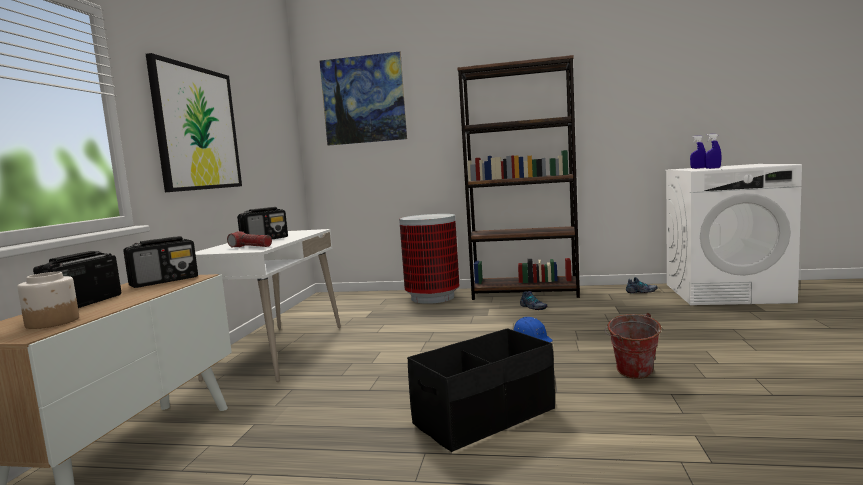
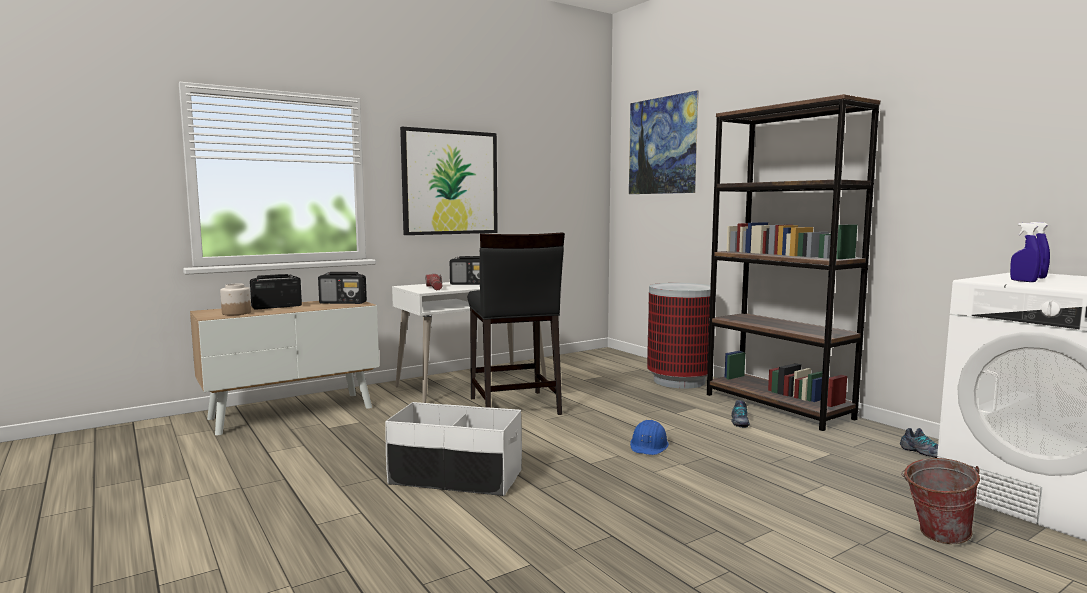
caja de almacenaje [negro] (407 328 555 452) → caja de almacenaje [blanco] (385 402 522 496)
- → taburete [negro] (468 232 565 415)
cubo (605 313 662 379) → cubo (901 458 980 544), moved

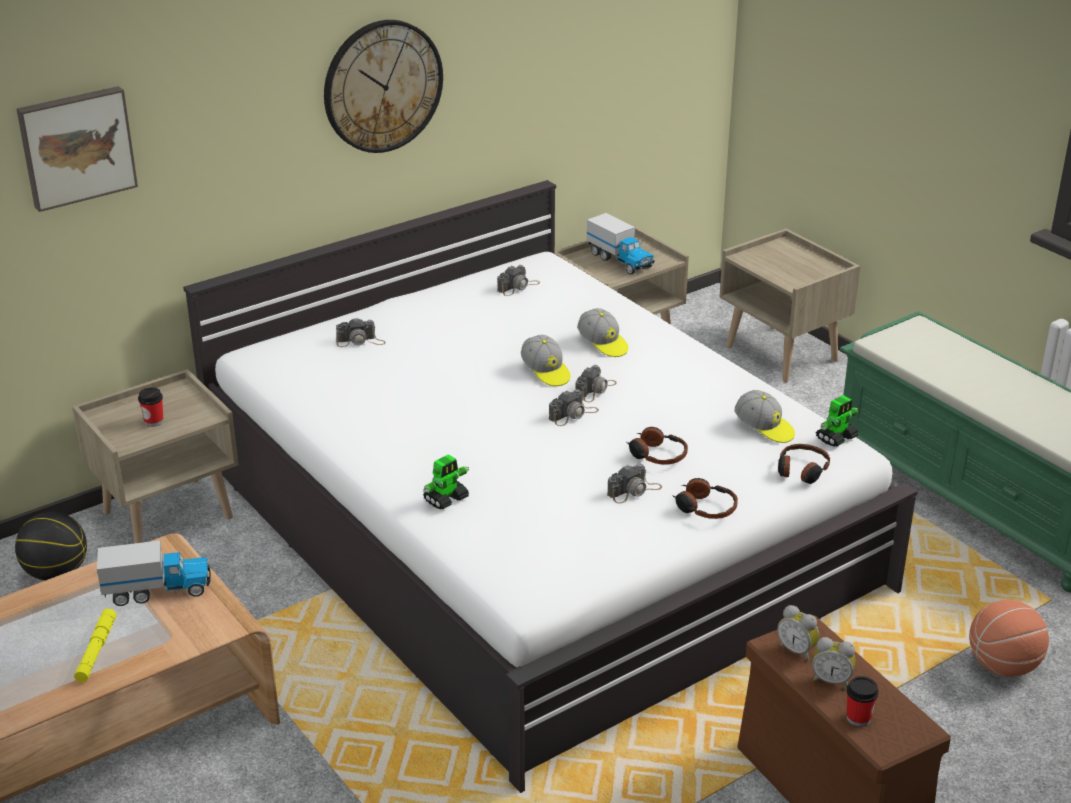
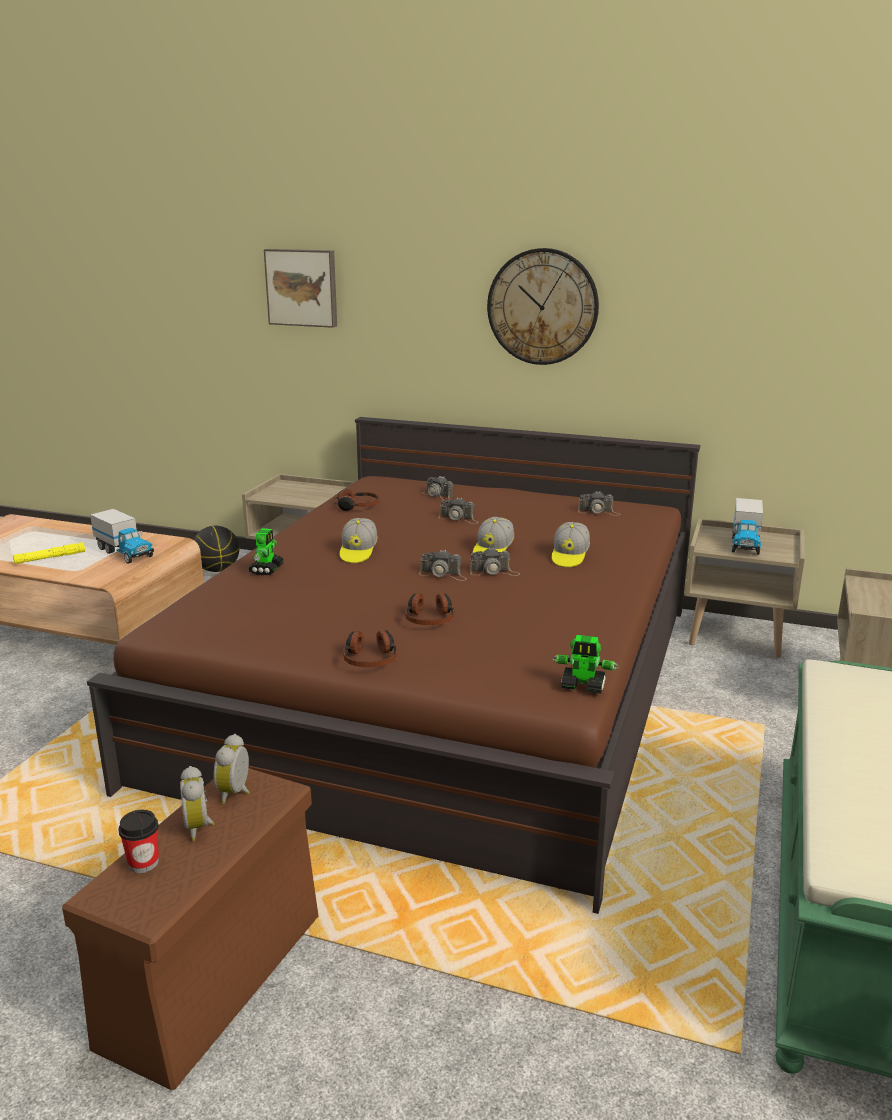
cama [blanco] (183 180 918 793) → cama [marrón] (87 417 700 914)
robot de juguete (423 454 469 510) → robot de juguete (249 528 284 575), 90 degrees counterclockwise
auriculares (778 444 830 484) → auriculares (335 490 379 511), moved
gorra (735 390 795 443) → gorra (340 518 378 563), moved
cámara (607 464 662 503) → cámara (438 497 478 524), moved
taza (138 387 163 427) → -
balón de baloncesto (969 600 1049 677) → -

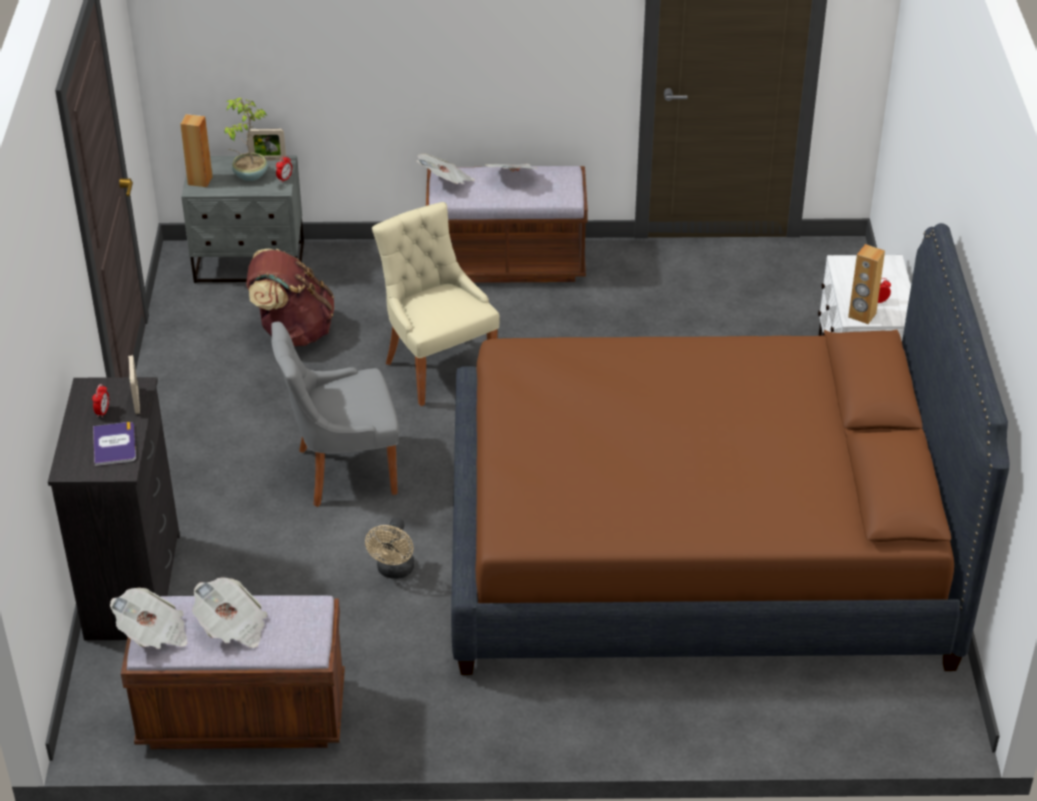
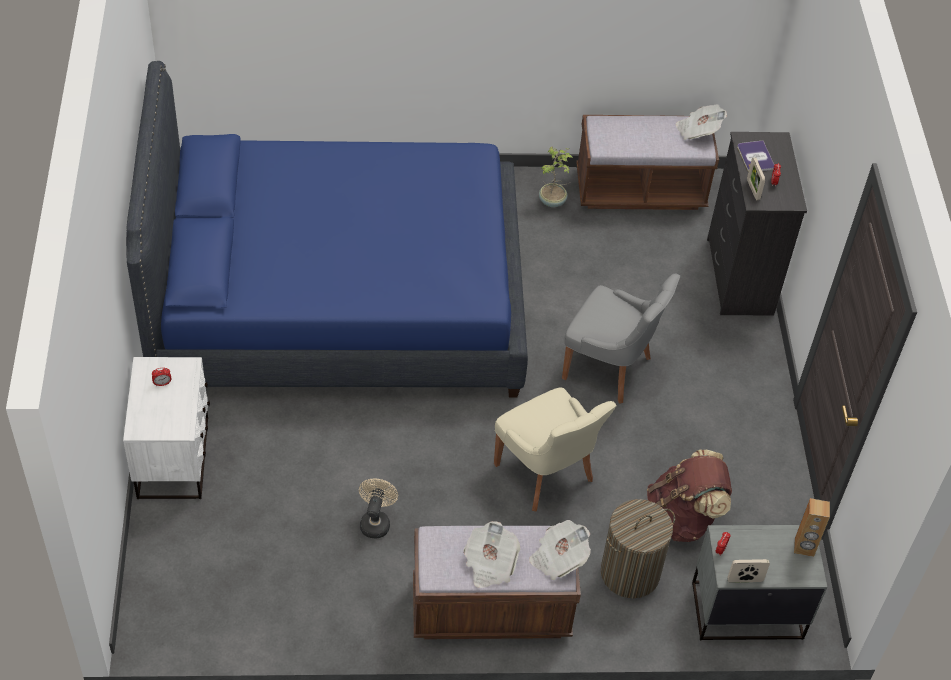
cama [marrón] (451 223 1010 675) → cama [azul] (126 61 528 397)
ventilador [beis] (365 518 414 579) → ventilador [beis] (359 479 398 538), moved
planta en maceta (224 98 268 181) → planta en maceta (539 147 573 207), moved
silla [gris] (271 322 399 507) → silla [gris] (562 273 680 404), 45 degrees clockwise
- → cesto de la ropa (601 499 675 598)
periódico (192 578 267 648) → -
altavoz [marrón] (848 244 885 324) → -

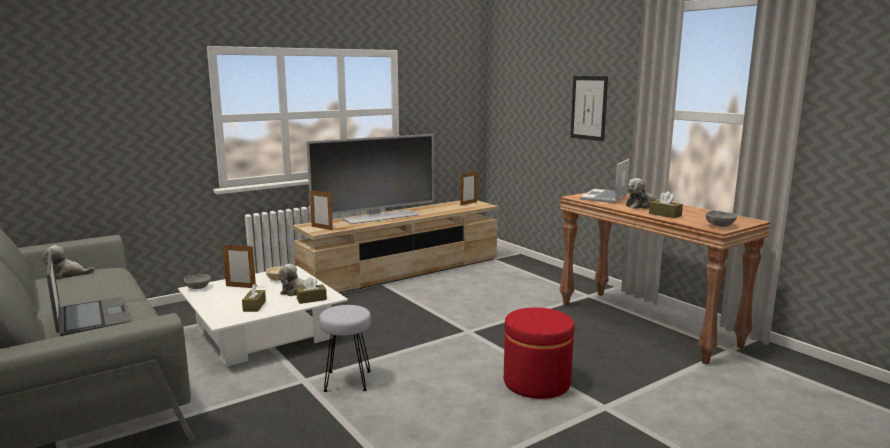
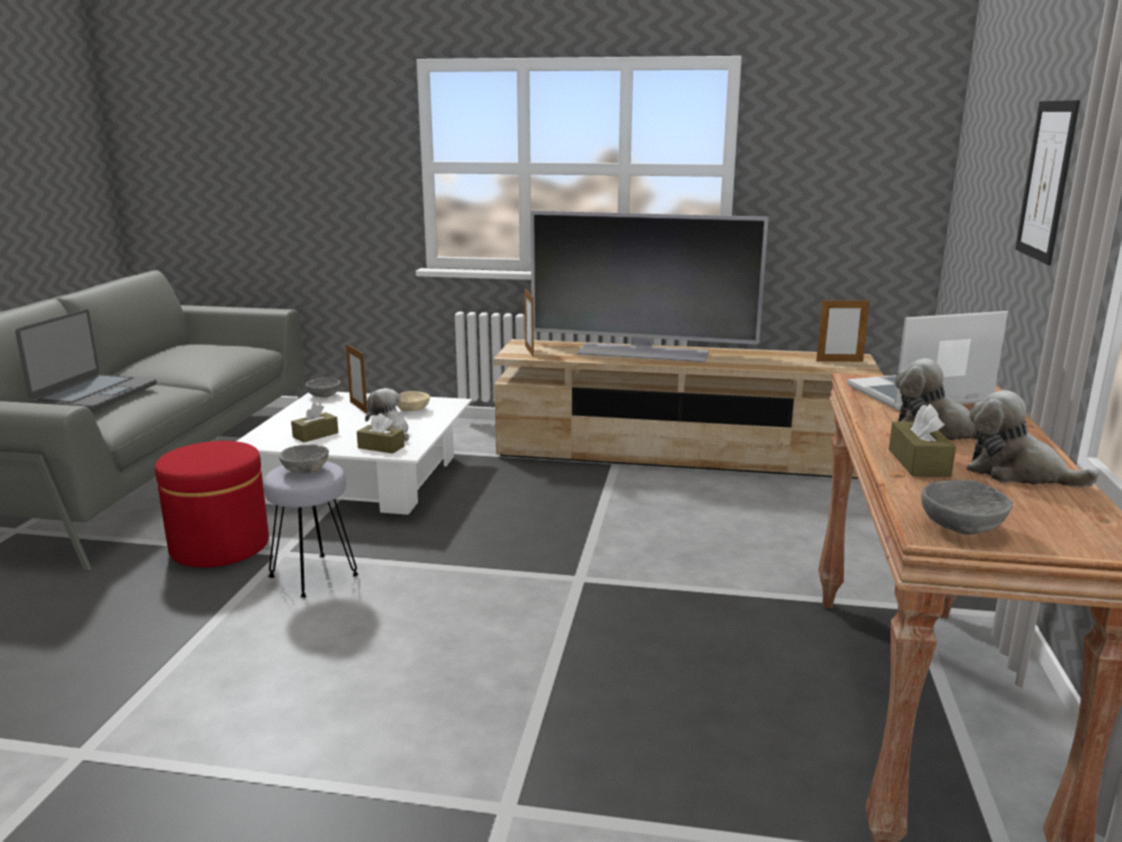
puf [rojo] (504 308 574 399) → puf [rojo] (155 441 269 568), moved
- → cuenco [gris] (279 444 329 474)
peluche (42 245 95 279) → peluche (967 390 1100 487), moved

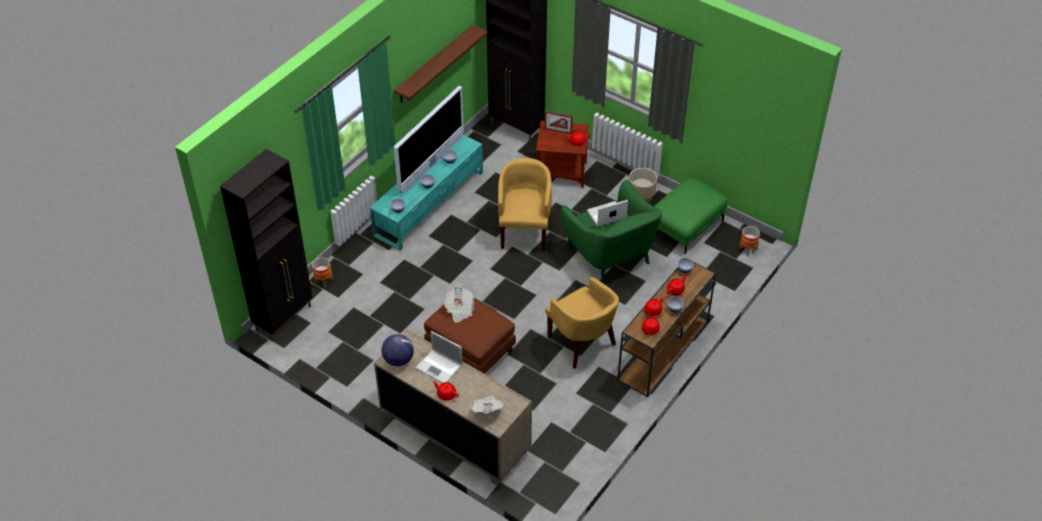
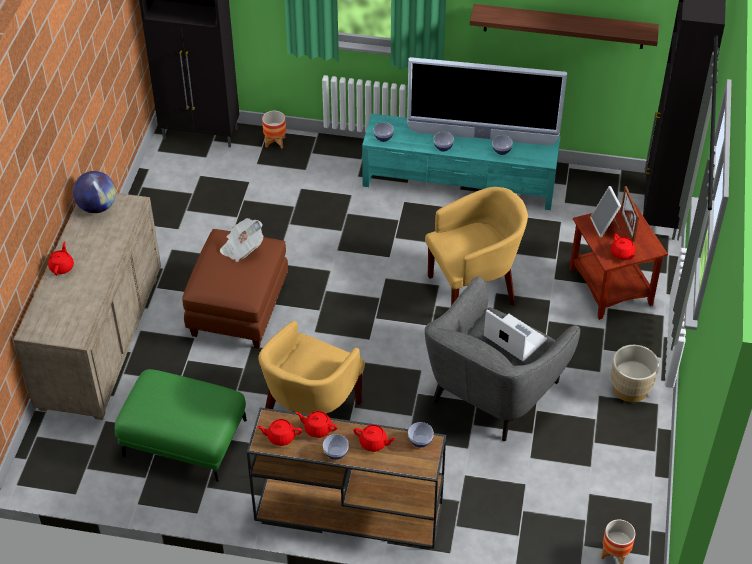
puf [verde] (654 177 728 254) → puf [verde] (115 369 247 482), moved
sillón [verde] (560 180 662 283) → sillón [gris] (425 276 581 441)
- → portarretratos (590 186 621 237)
portátil (416 331 462 383) → -
periódico (470 396 504 414) → -

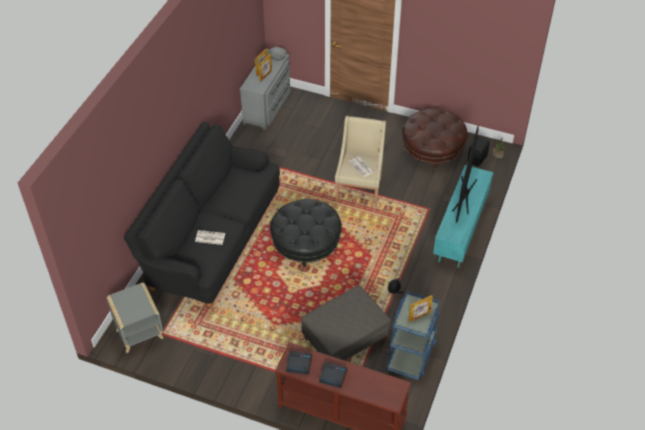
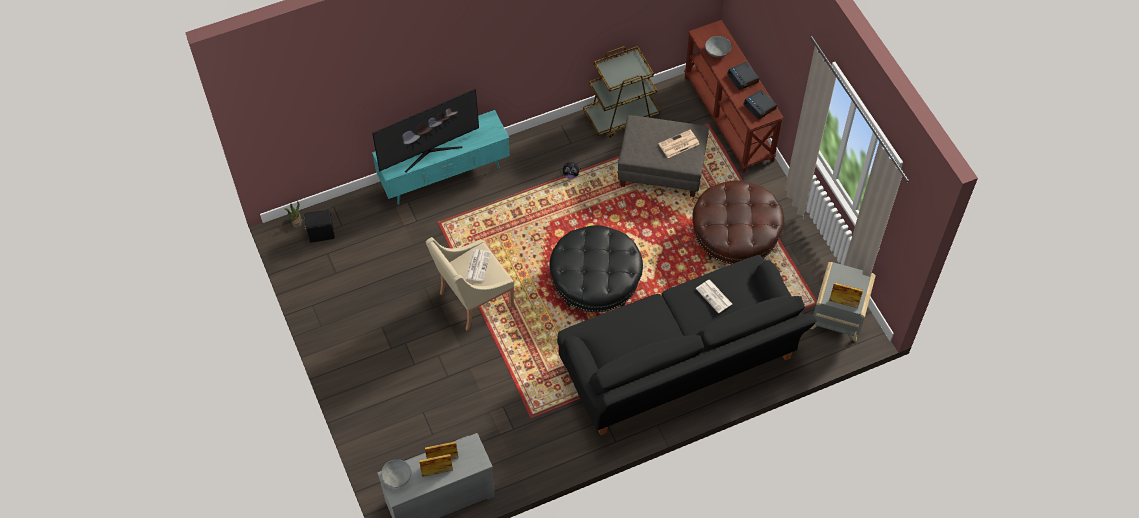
carrito [azul] (387 291 440 380) → carrito [marrón] (583 46 660 138)
- → periódico (658 130 699 158)
puf [marrón] (402 108 468 171) → puf [marrón] (692 180 784 264), moved
- → cuenco [gris] (705 36 732 58)
portarretratos (408 295 433 322) → portarretratos (829 282 863 308), moved

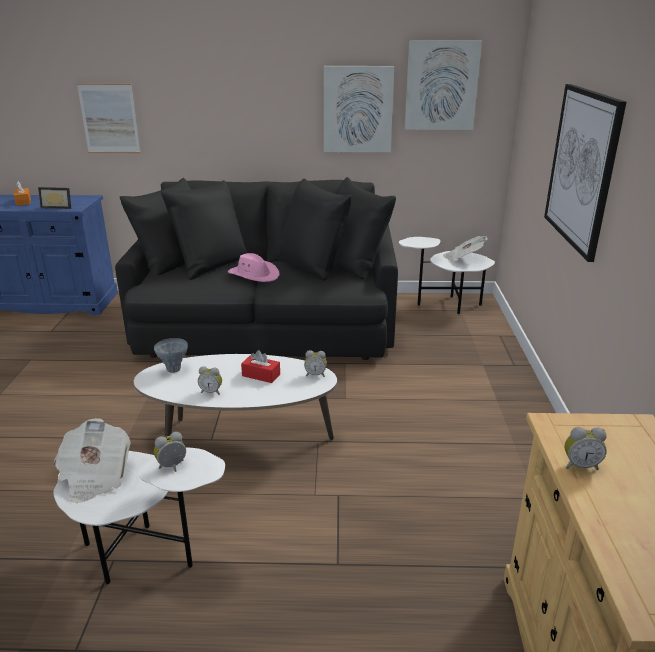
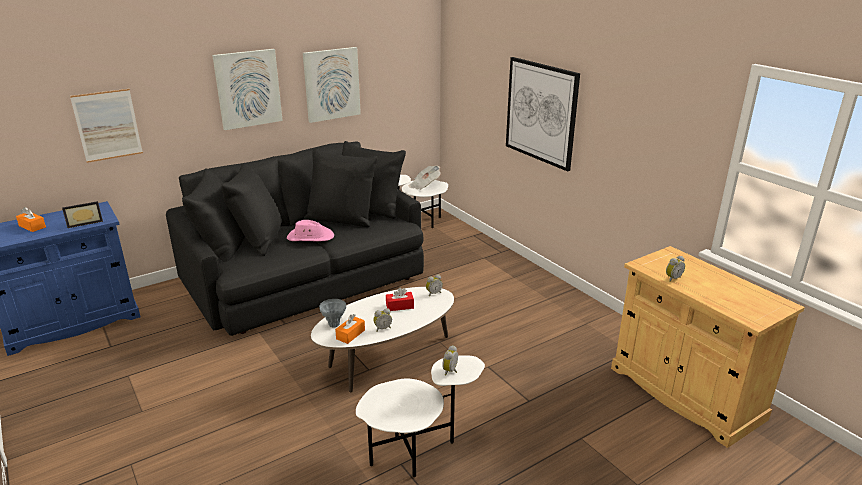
cuadro (404 40 482 130) → cuadro (212 49 283 130), moved
- → caja de pañuelos [naranja] (335 314 365 344)
periódico (54 418 131 503) → -

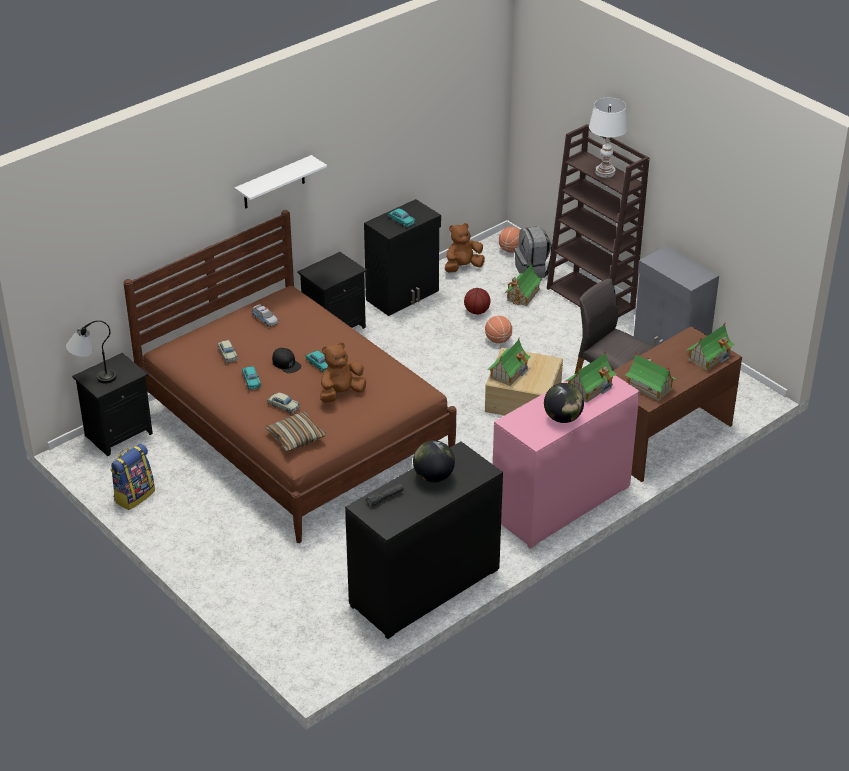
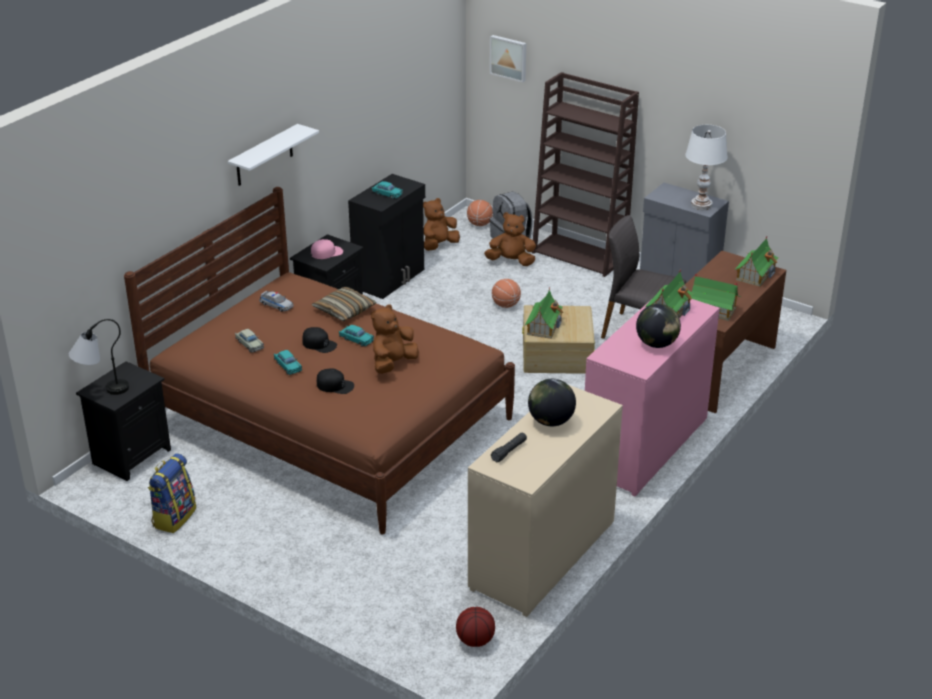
- → gorra [rosa] (311 239 343 259)
cojín (266 411 326 451) → cojín (312 287 376 321), moved
coche de juguete [beis] (267 392 300 414) → gorra [negro] (317 368 354 394)
balón de baloncesto (464 288 491 314) → balón de baloncesto (456 607 495 647), moved
cómoda [negro] (345 442 503 639) → cómoda [beis] (468 385 623 617)
casita (505 262 542 306) → peluche [marrón] (484 212 536 266)
- → cuadro (490 35 526 82)
lámpara de mesa [blanco] (589 98 628 178) → lámpara de mesa [blanco] (685 125 728 210), moved

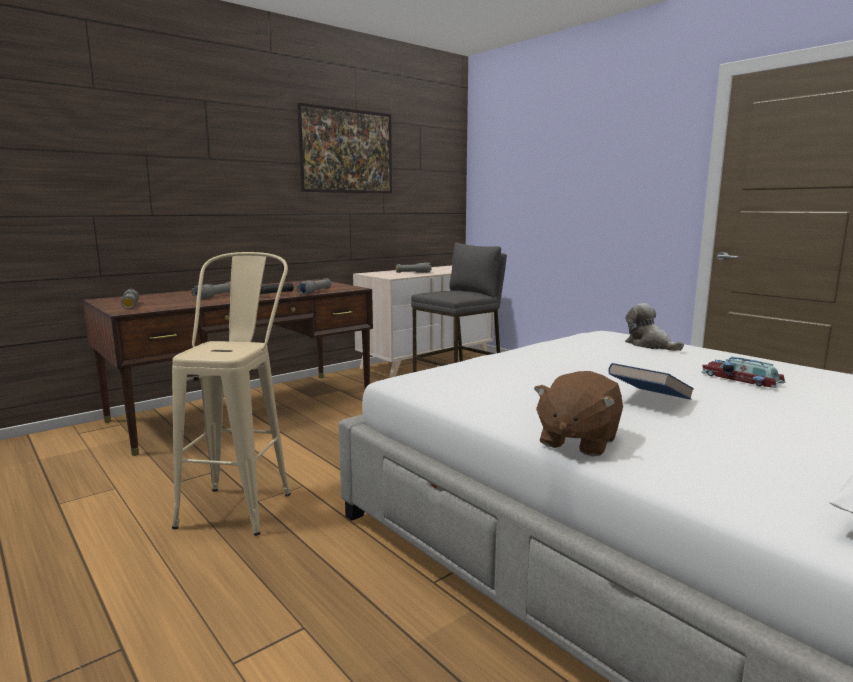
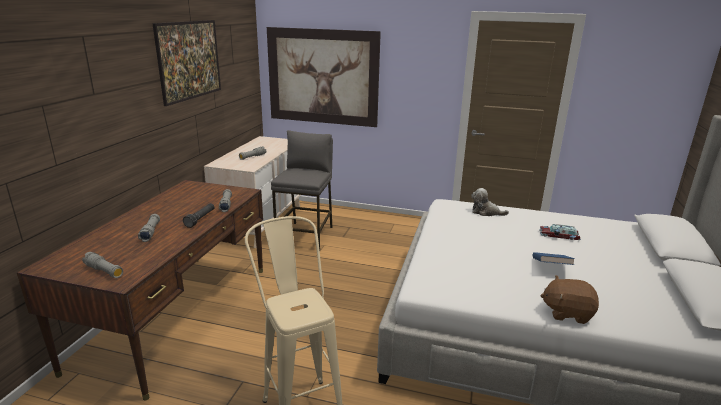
- → cuadro (267 27 381 127)
peluche [marrón] (534 371 623 456) → peluche [marrón] (540 275 599 324), 105 degrees clockwise

